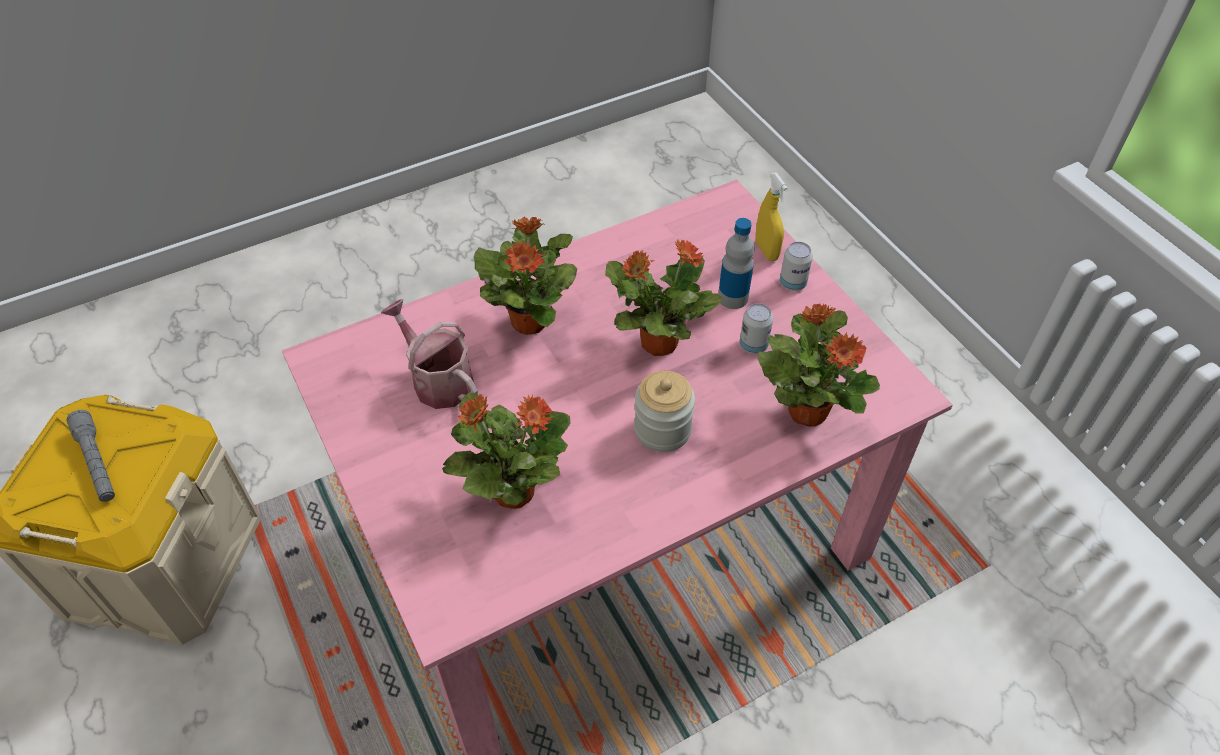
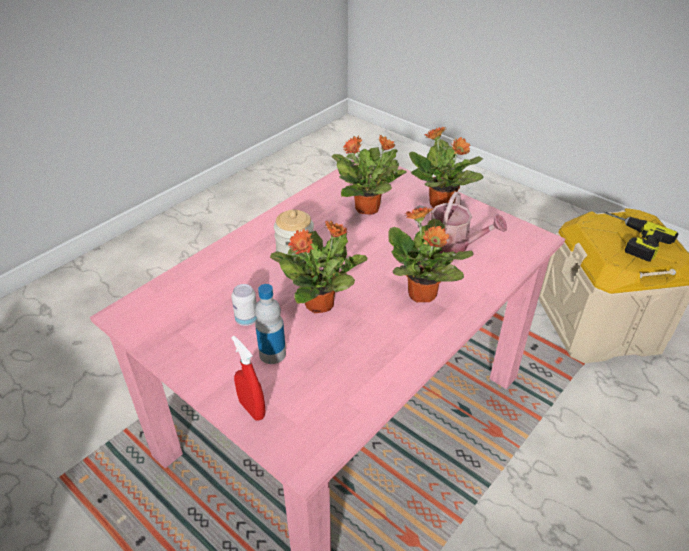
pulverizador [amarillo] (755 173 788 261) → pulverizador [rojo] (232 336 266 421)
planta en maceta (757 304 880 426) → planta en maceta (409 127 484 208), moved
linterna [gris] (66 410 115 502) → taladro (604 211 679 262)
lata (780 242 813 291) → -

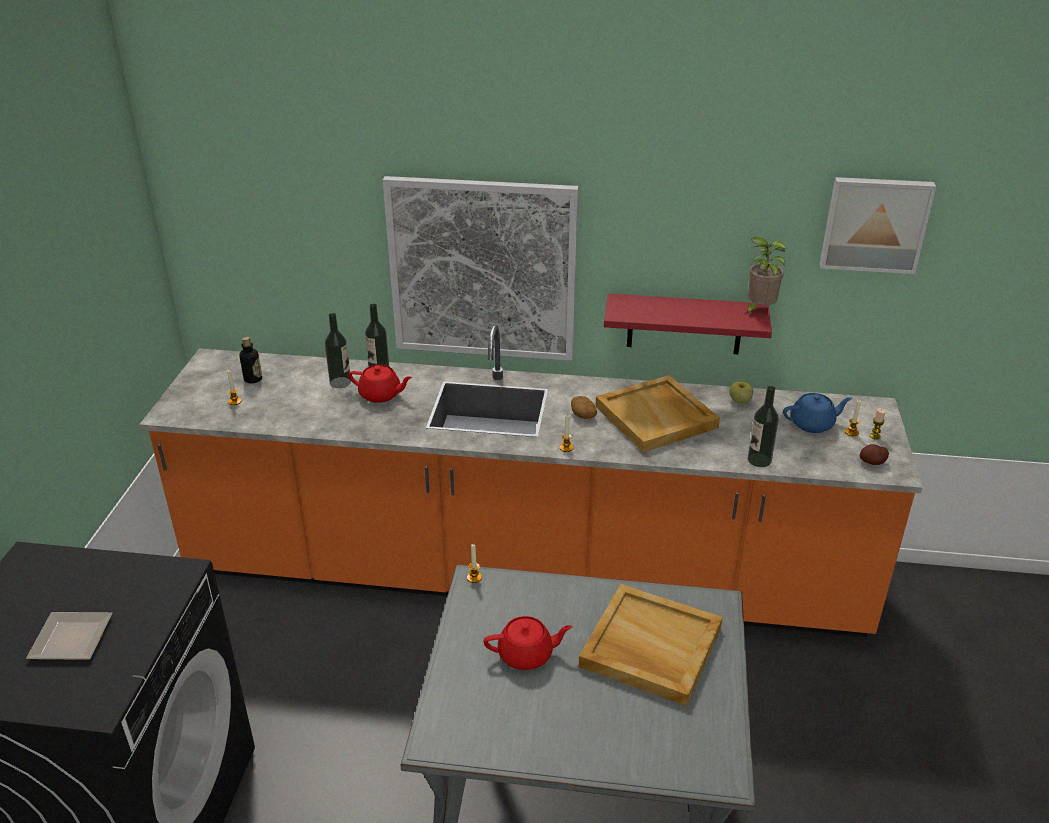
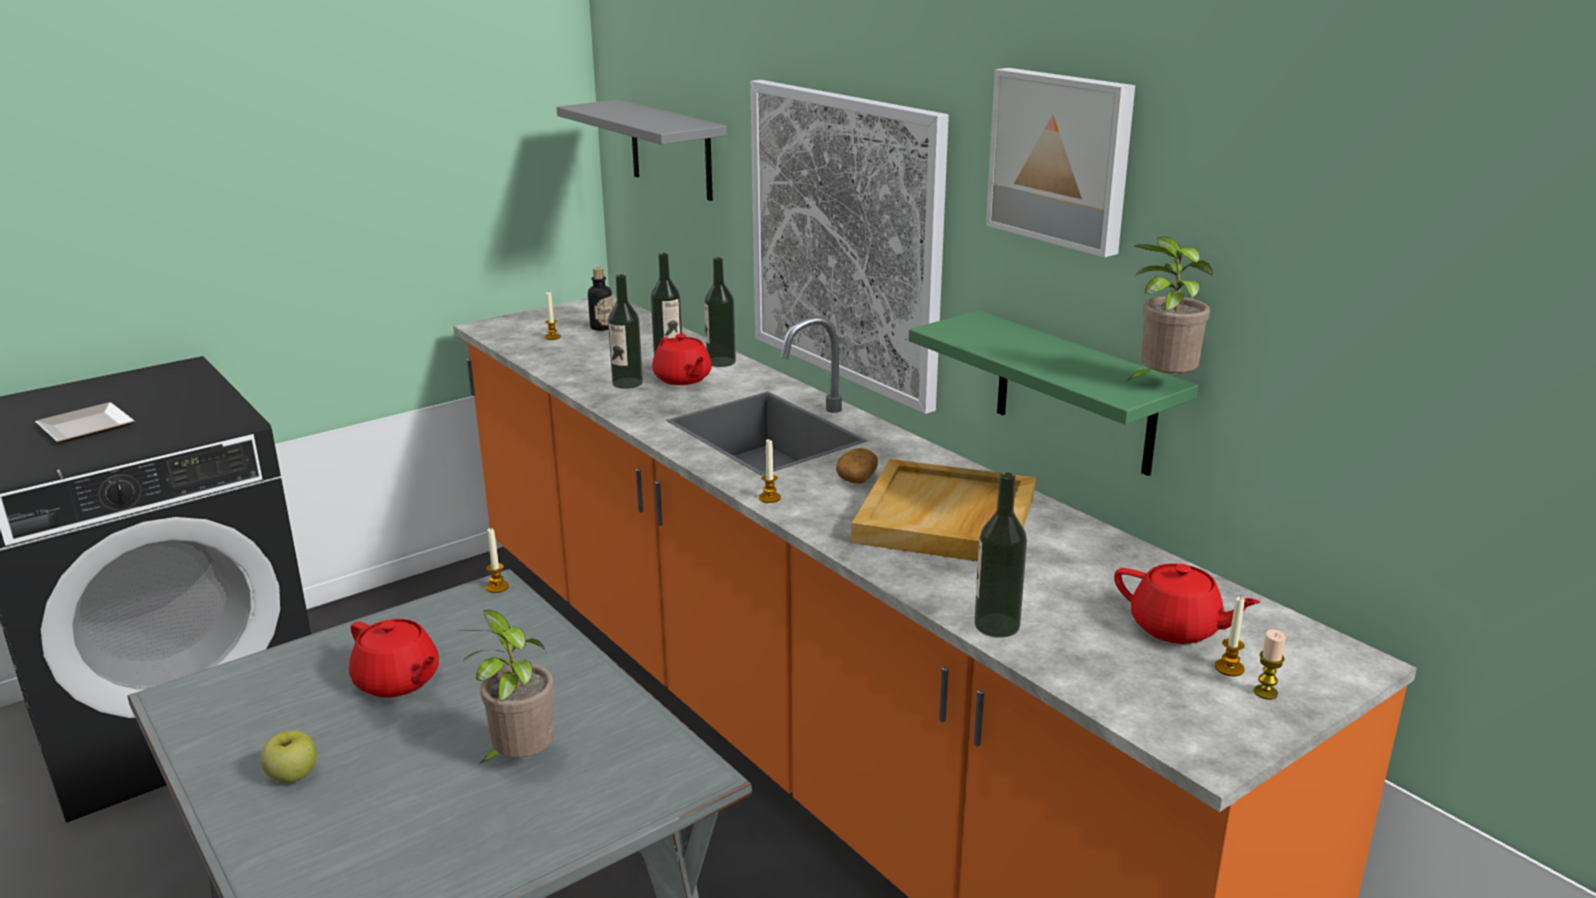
manzana (729 382 753 404) → manzana (261 730 317 783), moved
bandeja [beis] (579 584 723 706) → planta en maceta (463 610 554 764)
- → estante [gris] (556 100 727 201)
- → botella (608 274 643 389)
estante [rojo] (604 294 772 354) → estante [verde] (909 311 1198 476)
cuadro (820 177 936 274) → cuadro (986 68 1135 257), moved
tetera [azul] (783 393 852 433) → tetera [rojo] (1114 563 1260 644)
patata (860 444 889 465) → -

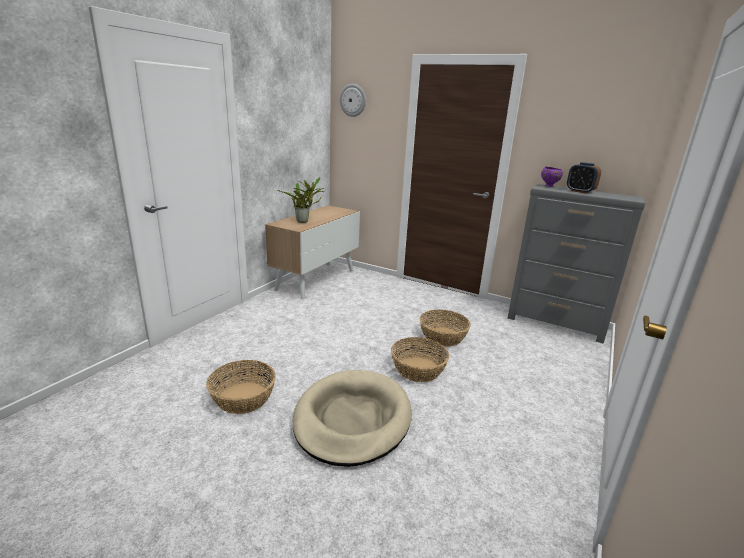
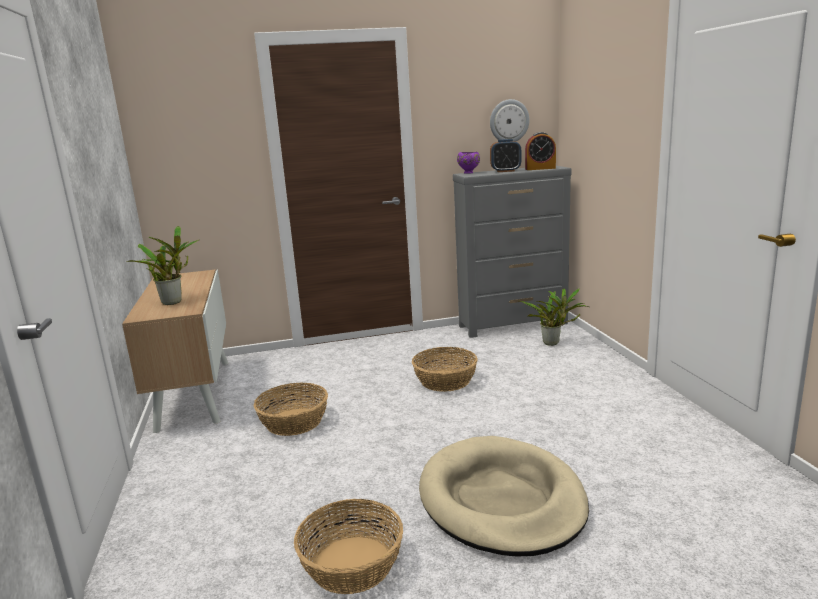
cesta (391 337 449 382) → cesta (254 382 328 436), moved
reloj de pared (340 84 366 117) → reloj de pared (490 99 529 142), moved
- → planta en maceta (520 288 589 346)
- → despertador (525 132 556 170)

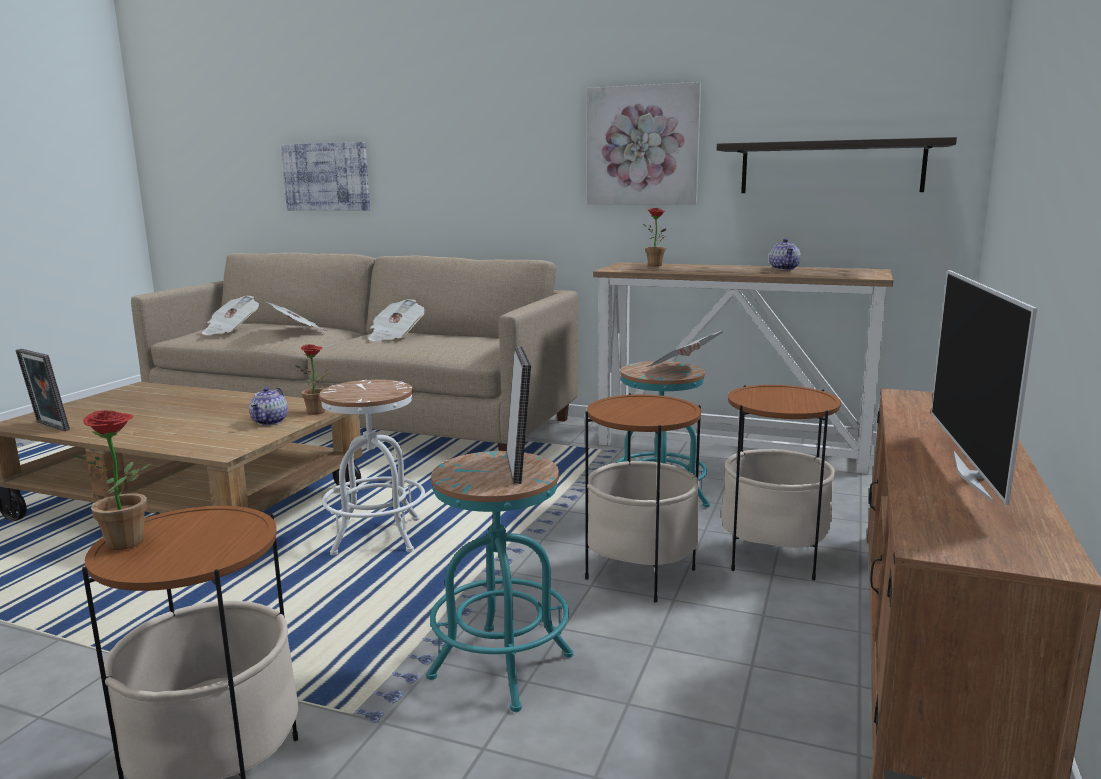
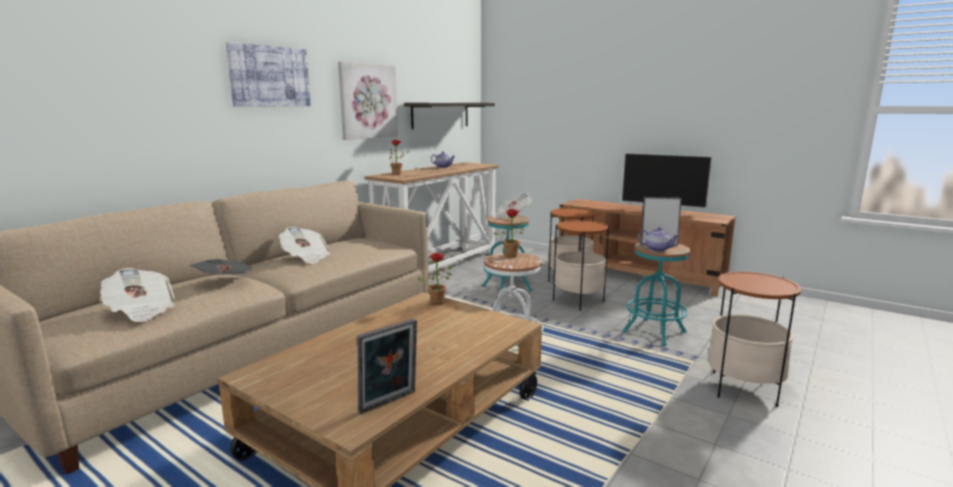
cuadro (281 142 370 211) → cuadro (226 42 311 106), moved
planta en maceta (73 410 152 550) → planta en maceta (494 209 525 258), moved
tetera (249 387 288 425) → tetera (638 227 680 252), moved

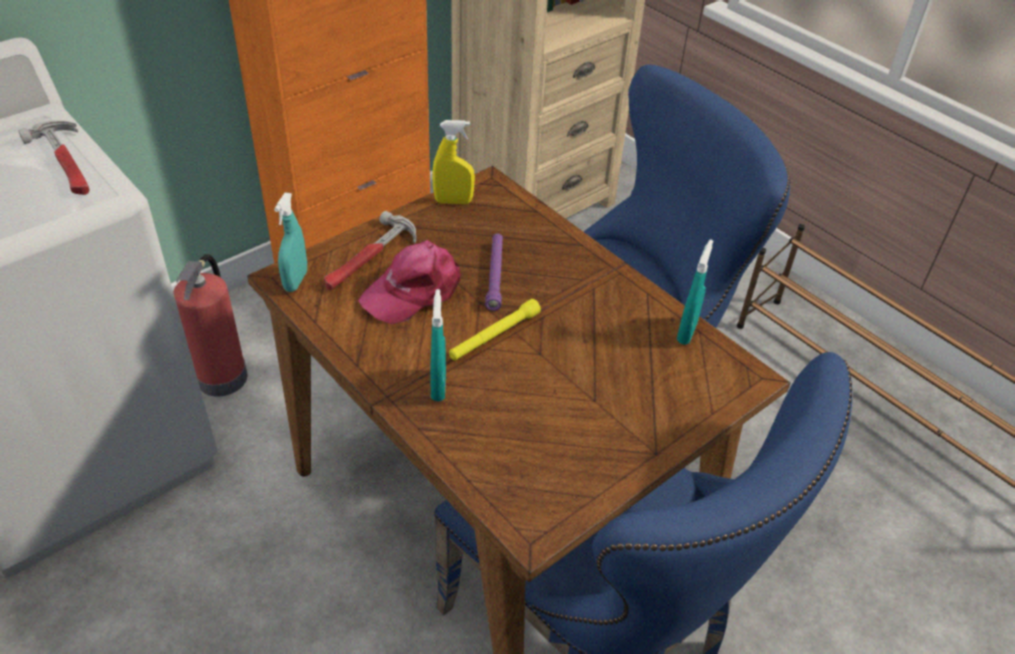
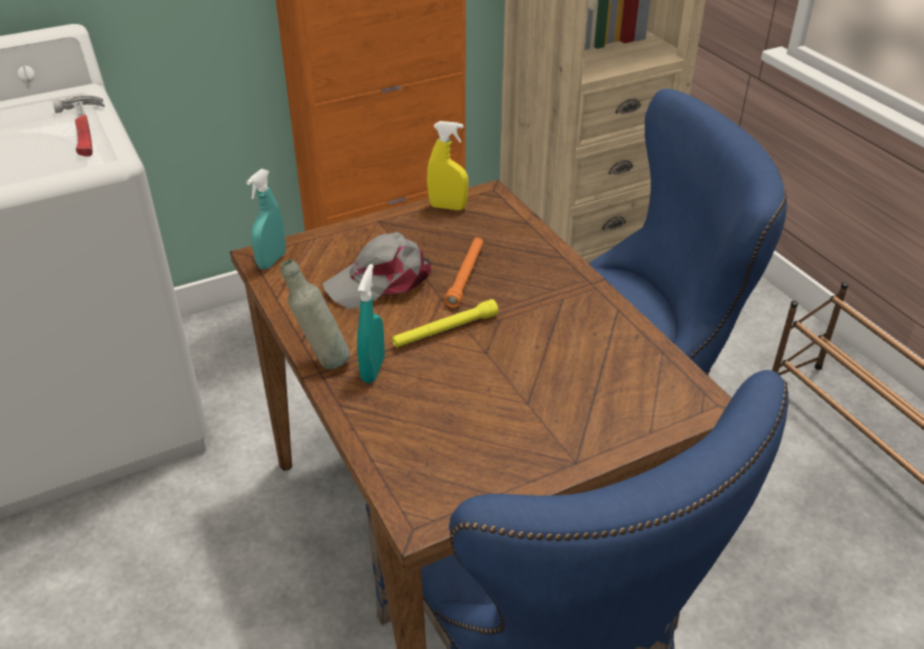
- → botella [gris] (280 259 350 370)
gorra [rosa] (358 240 461 324) → gorra [gris] (323 232 431 309)
linterna [morado] (485 234 503 311) → linterna [naranja] (444 237 483 308)
extintor (173 254 247 396) → -
martillo (324 211 416 290) → -
pulverizador [turquesa] (677 239 713 345) → -

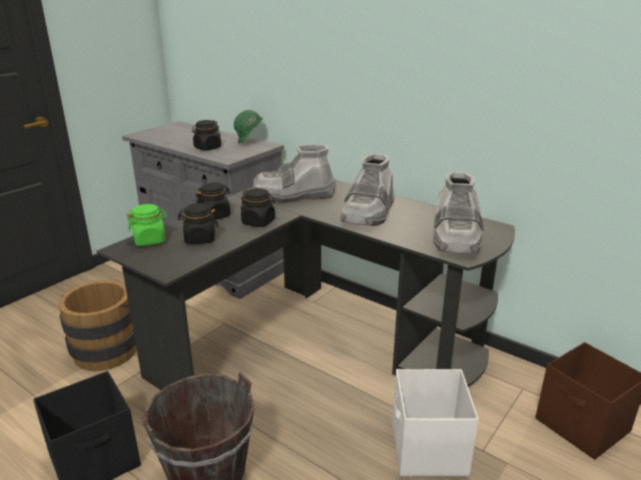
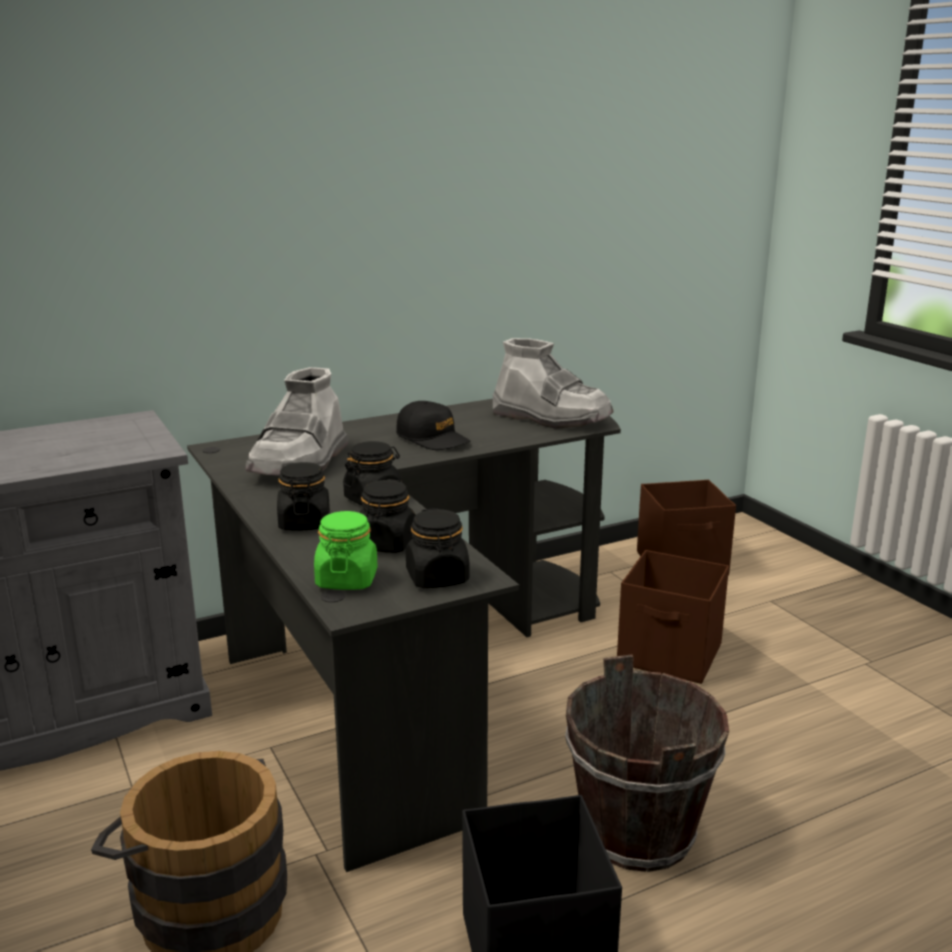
bota [gris] (340 154 394 226) → gorra [negro] (396 401 470 450)
tarro [negro] (192 120 221 150) → tarro [negro] (406 508 469 588), moved
caja de almacenaje [blanco] (392 369 479 477) → caja de almacenaje [marrón] (617 550 729 684)
casco [verde] (234 110 263 143) → -

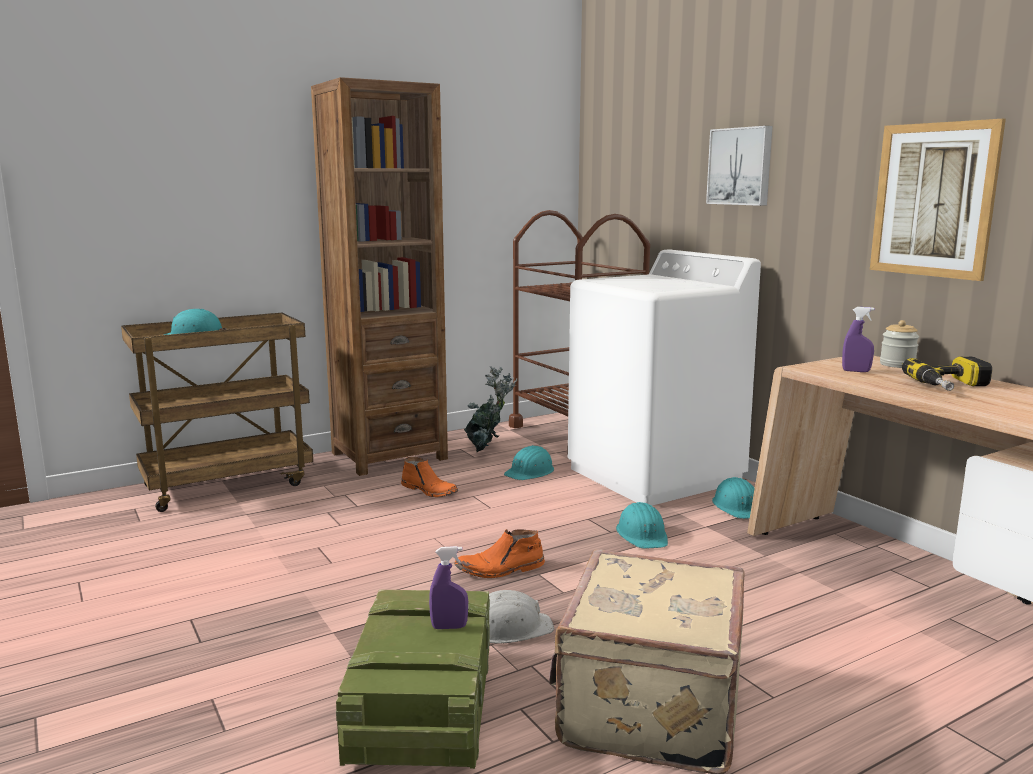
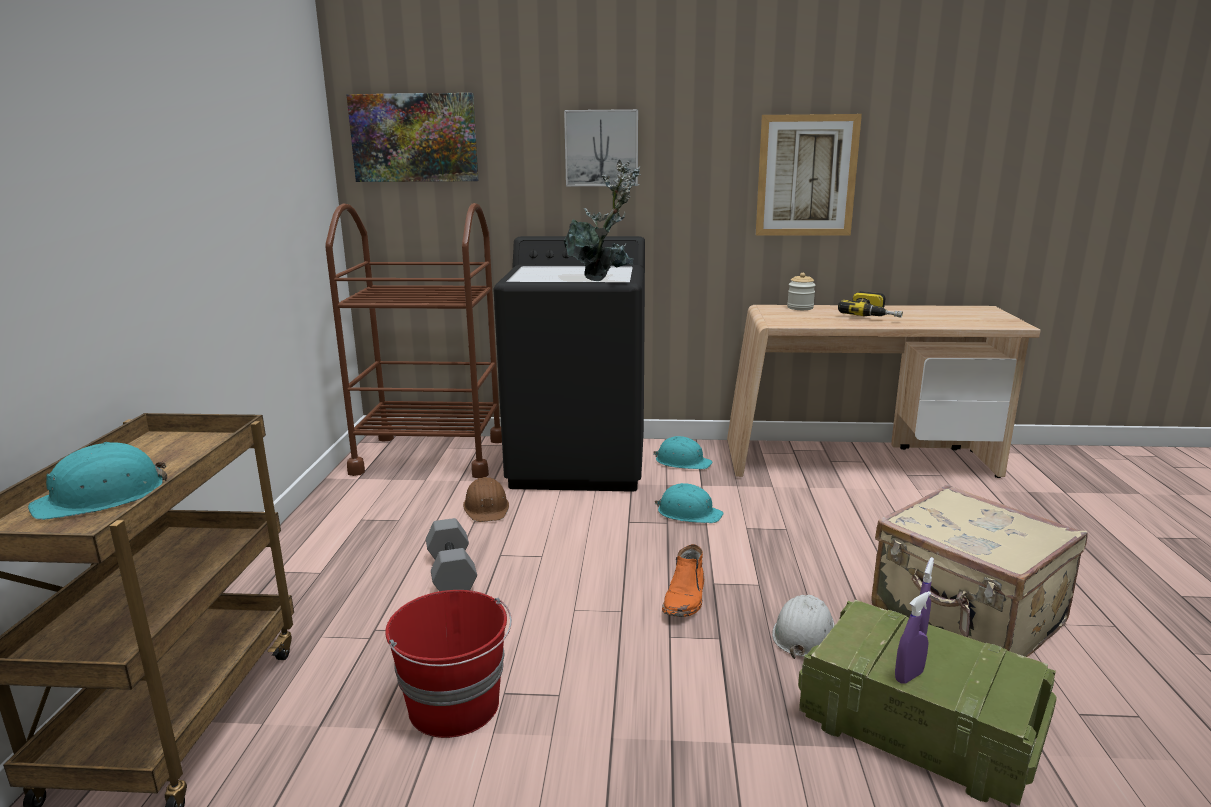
- → cuadro (346 93 479 182)
- → cubo [rojo] (385 590 512 738)
bota [naranja] (401 457 458 497) → mancuerna [gris] (426 518 477 591)
casco [turquesa] (504 445 554 480) → casco [marrón] (463 477 509 522)
lavadora [blanco] (568 249 761 506) → lavadora [negro] (493 236 645 492)
planta en maceta (464 366 517 452) → planta en maceta (564 160 640 281), moved
pulverizador [morado] (842 307 874 372) → pulverizador [morado] (895 591 931 684), moved
estantería [marrón] (311 77 448 476) → -

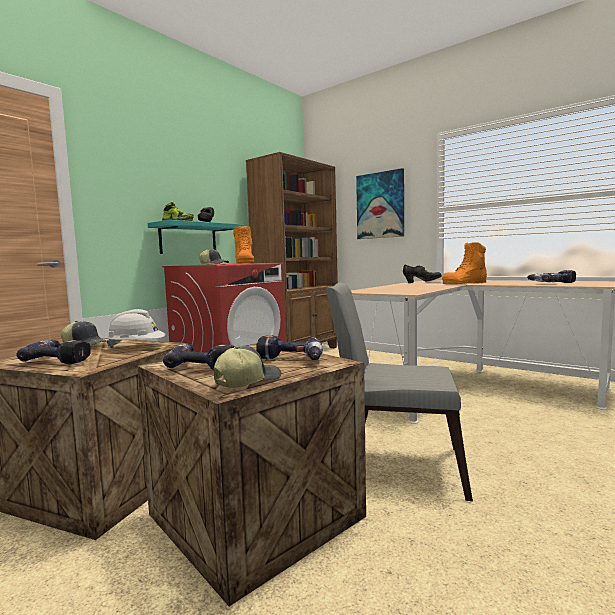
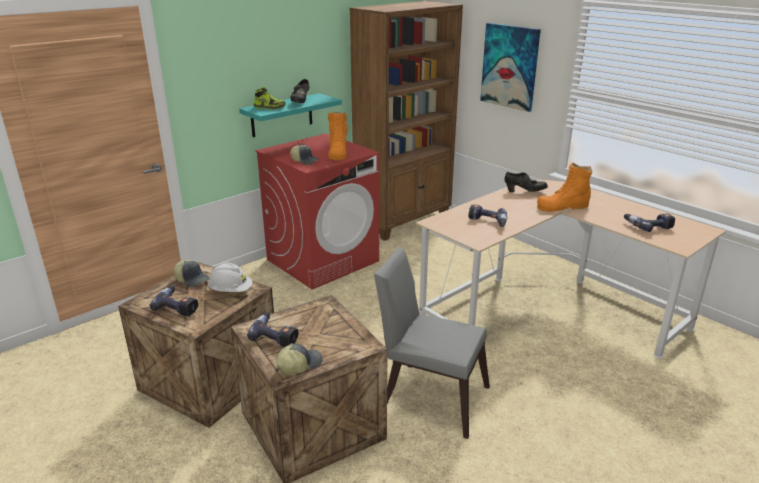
taladro (256 335 323 360) → taladro (469 205 507 227), moved

